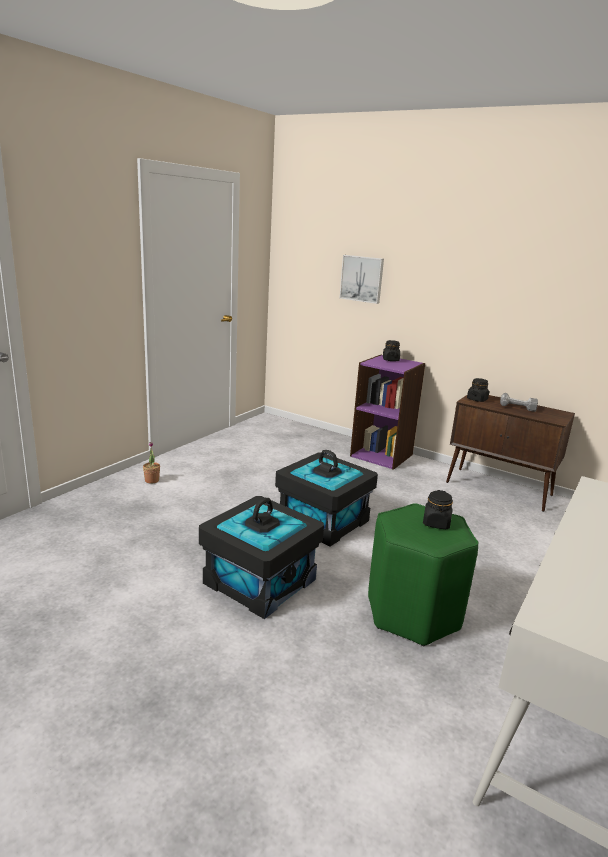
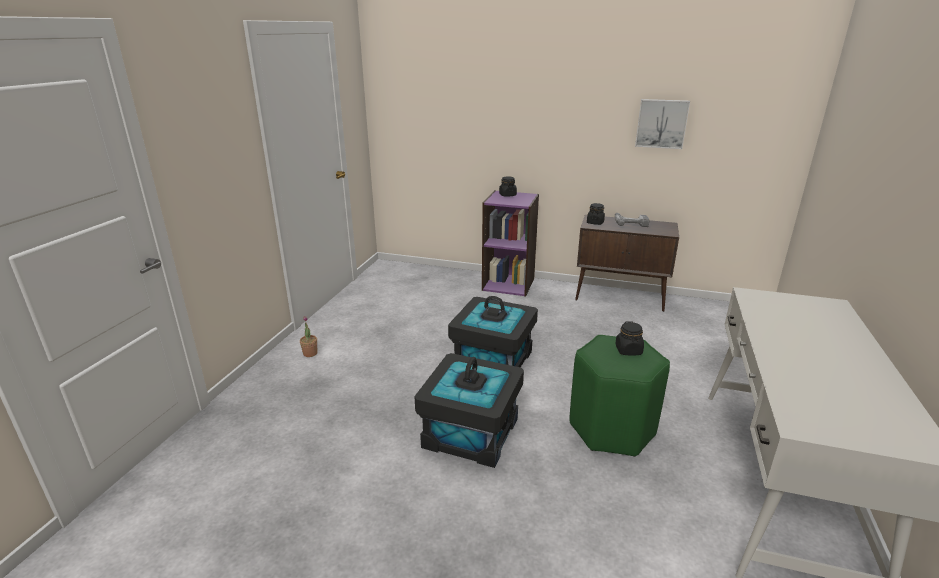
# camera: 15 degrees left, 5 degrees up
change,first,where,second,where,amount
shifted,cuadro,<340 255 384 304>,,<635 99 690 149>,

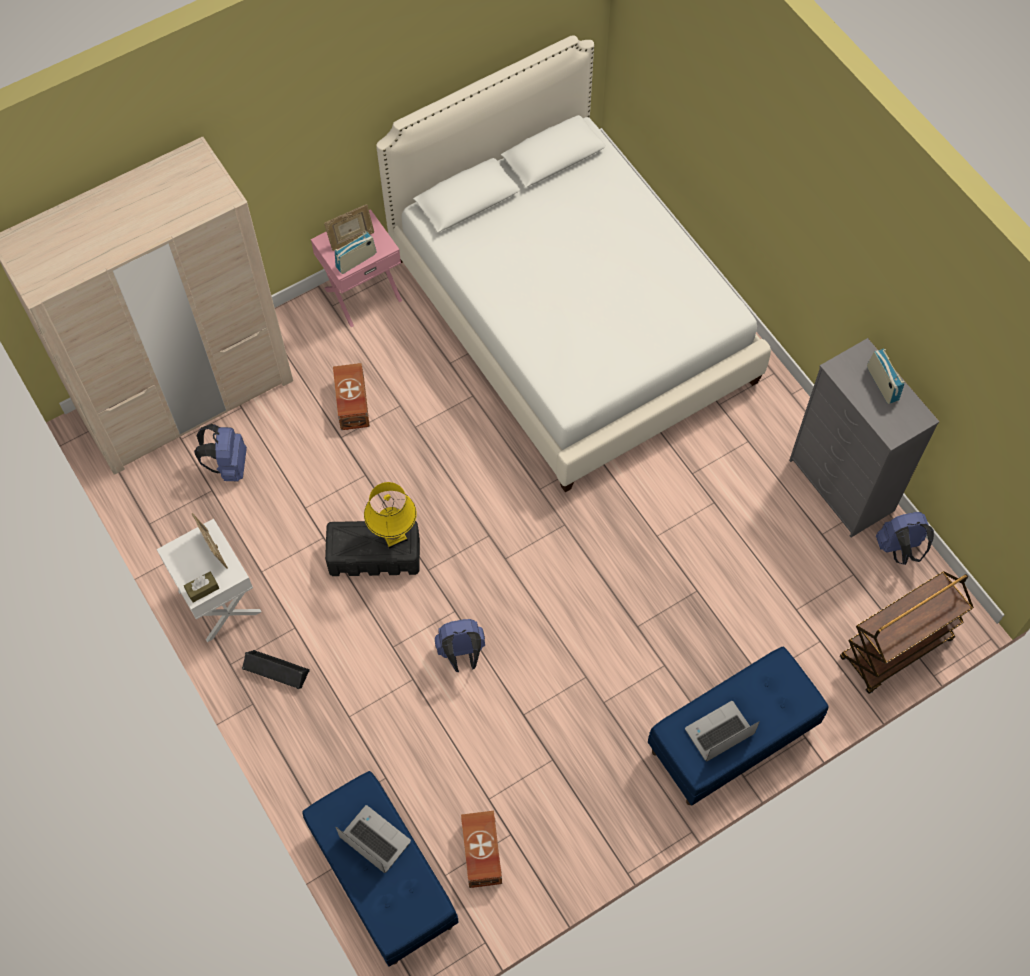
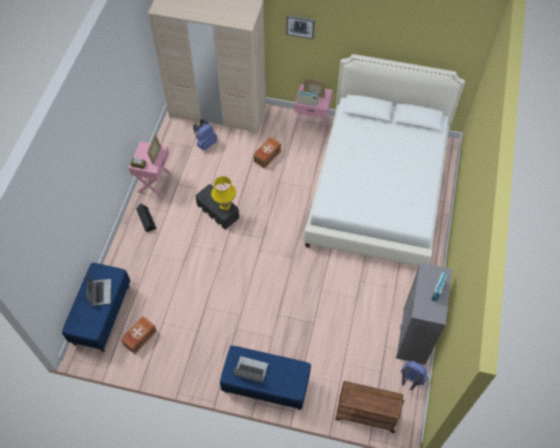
# camera: 45 degrees right, 5 degrees down
change,first,where,second,where,amount
repainted,mesita de noche (blanco),<157 519 262 642>,mesita de noche (rosa),<129 141 172 197>,
gone,mochila (azul),<435 619 485 672>,,,
new,,,cuadro,<286 15 315 39>,

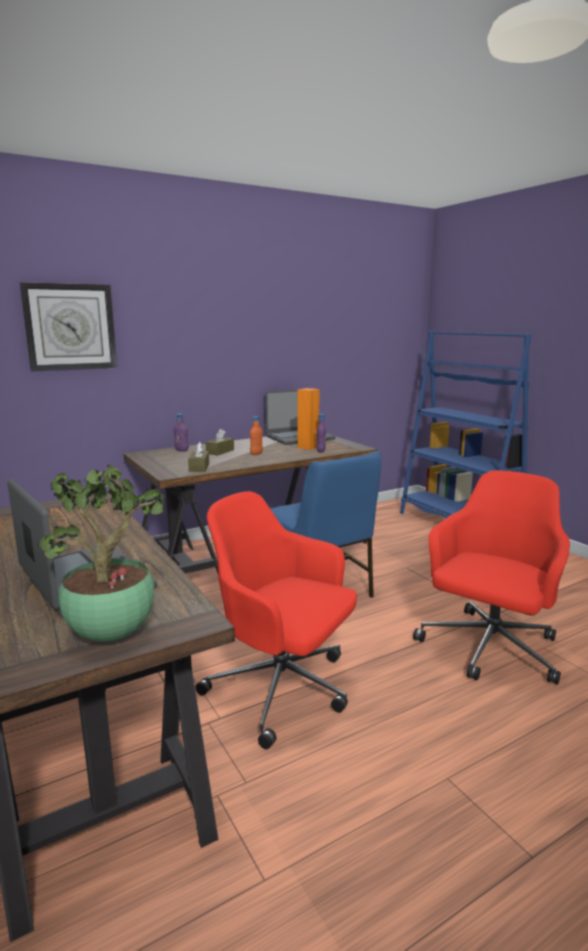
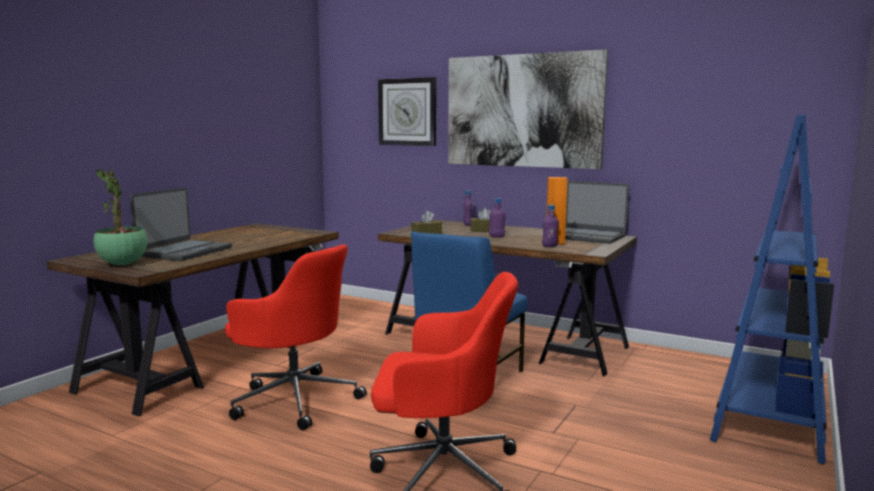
# camera: 60 degrees right, 5 degrees down
change,first,where,second,where,amount
rotated,silla de oficina (rojo),<195 491 357 749>,,<225 244 367 430>,120 degrees clockwise
repainted,botella (naranja),<250 416 263 455>,botella (morado),<489 198 505 238>,
new,,,cuadro,<448 50 608 169>,

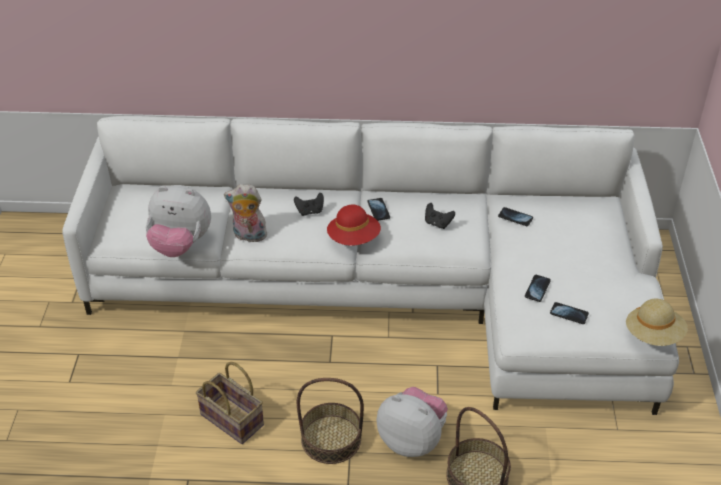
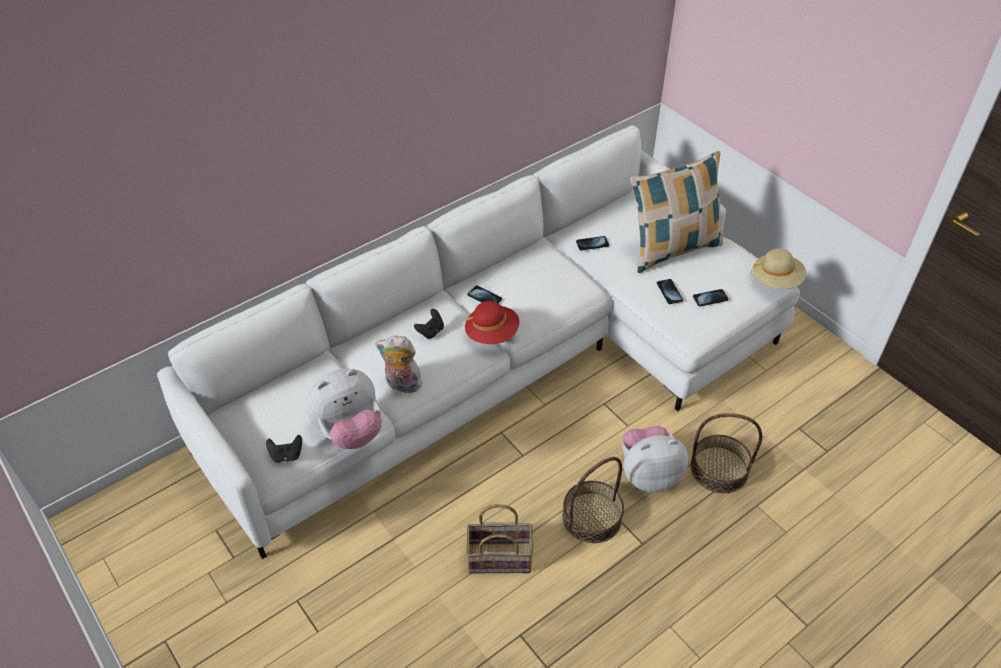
# camera: 40 degrees left, 5 degrees up
change,first,where,second,where,amount
rotated,peluche,<224 184 267 242>,,<375 336 422 393>,45 degrees clockwise
shifted,mando de consola (negro),<425 203 455 229>,,<266 435 302 463>,
new,,,cojín,<630 151 723 273>,

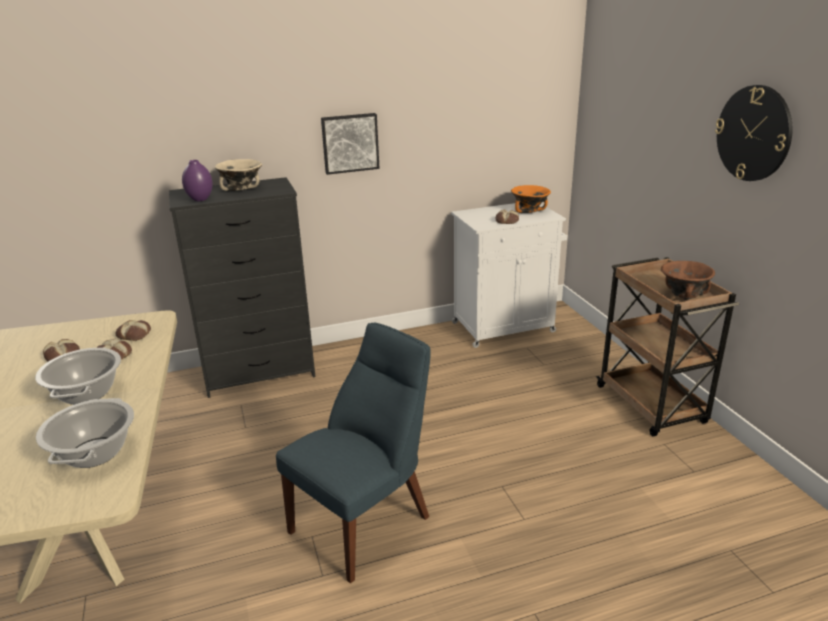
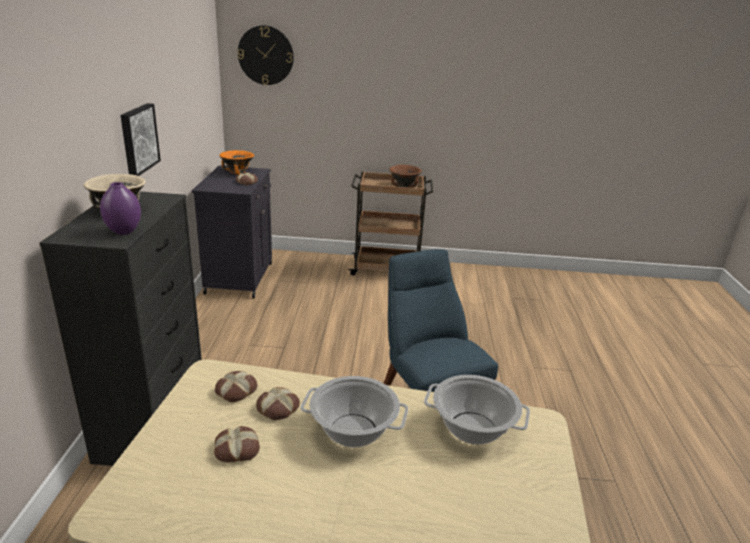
# camera: 70 degrees left, 0 degrees up
change,first,where,second,where,amount
repainted,armario (blanco),<451 203 567 348>,armario (negro),<192 165 272 298>,
shifted,reloj de pared,<715 85 793 181>,,<238 25 294 85>,

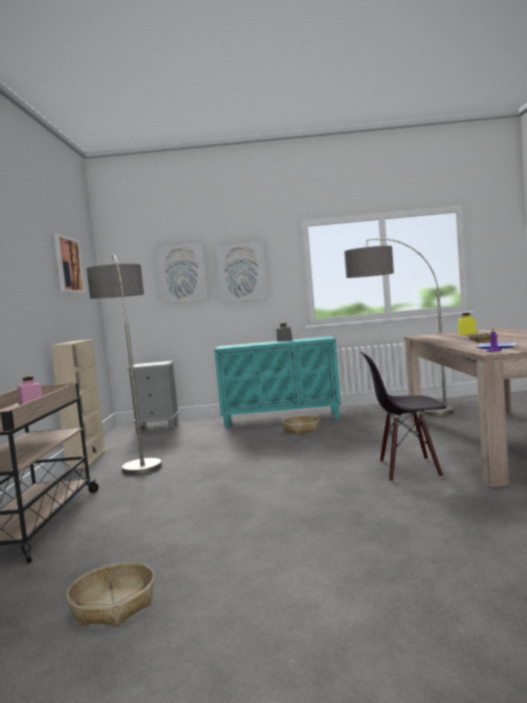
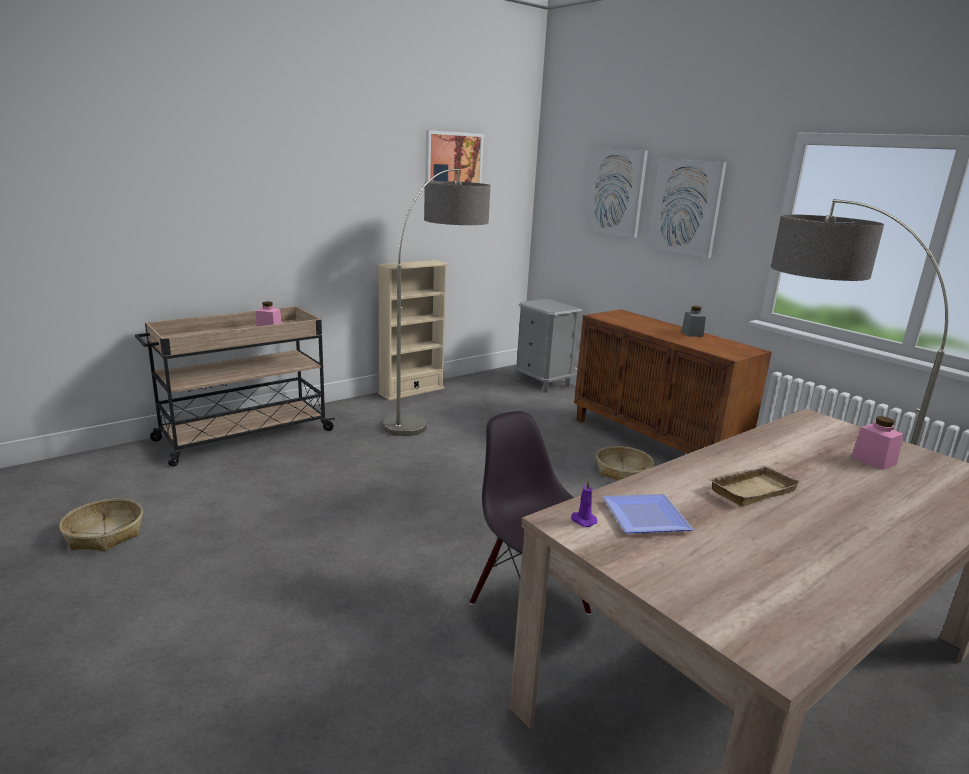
# camera: 50 degrees right, 15 degrees up
change,first,where,second,where,amount
repainted,armario (turquesa),<214 336 341 428>,armario (marrón),<574 309 772 454>,
repainted,tarro (amarillo),<458 313 477 335>,tarro (rosa),<851 416 904 470>,

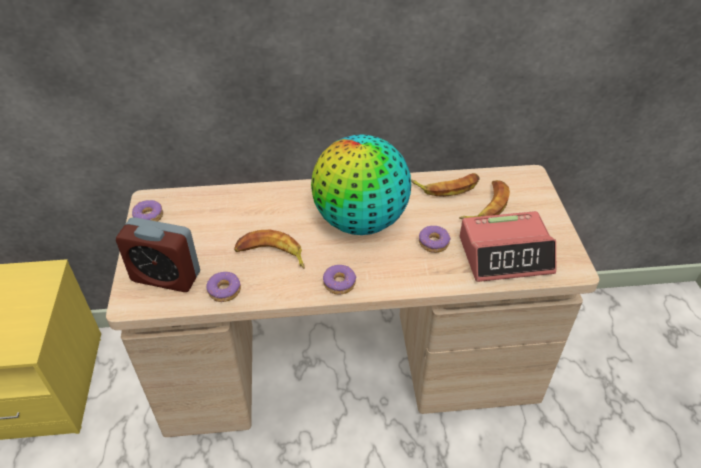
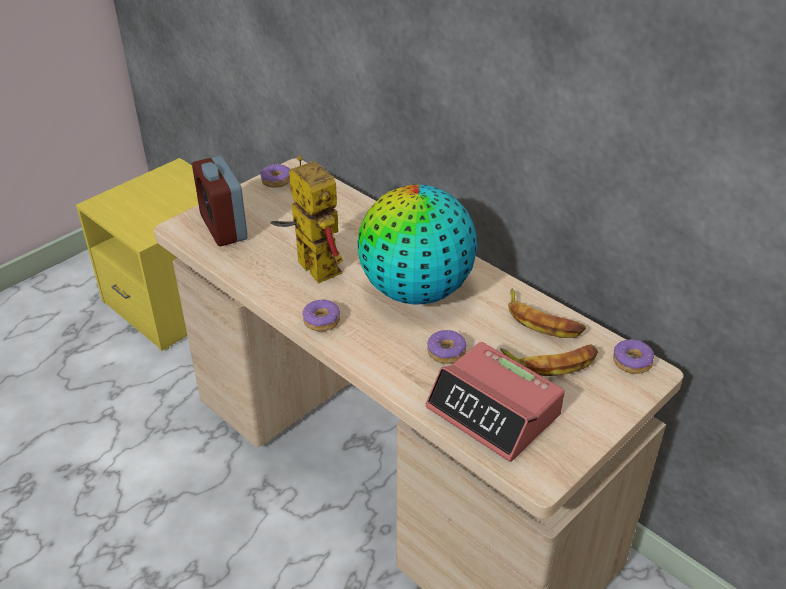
# camera: 50 degrees right, 5 degrees down
change,first,where,second,where,amount
shifted,rosquilla,<206 272 241 302>,,<613 339 655 374>,
swapped,plátano,<234 230 305 269>,robot de juguete,<271 155 343 283>,

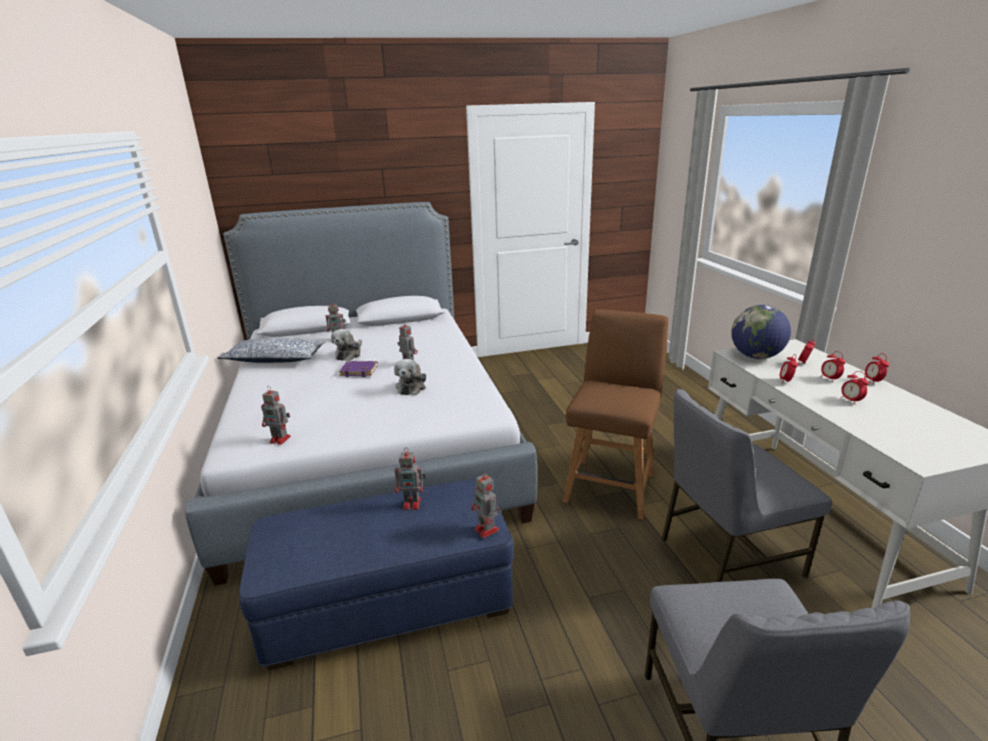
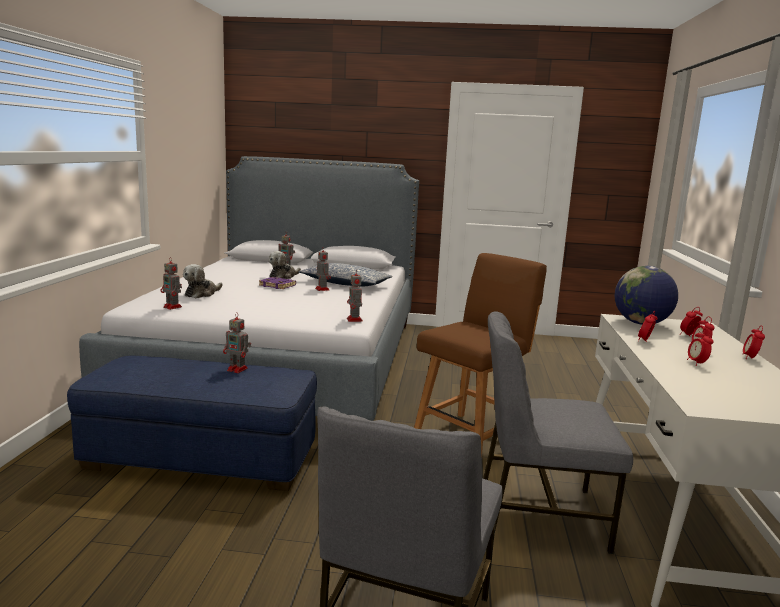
# camera: 20 degrees right, 10 degrees down
change,first,where,second,where,amount
shifted,cojín,<217 338 326 363>,,<298 263 393 286>,
shifted,peluche,<394 359 426 395>,,<183 264 223 298>,
shifted,robot de juguete,<471 471 499 538>,,<347 269 363 322>,

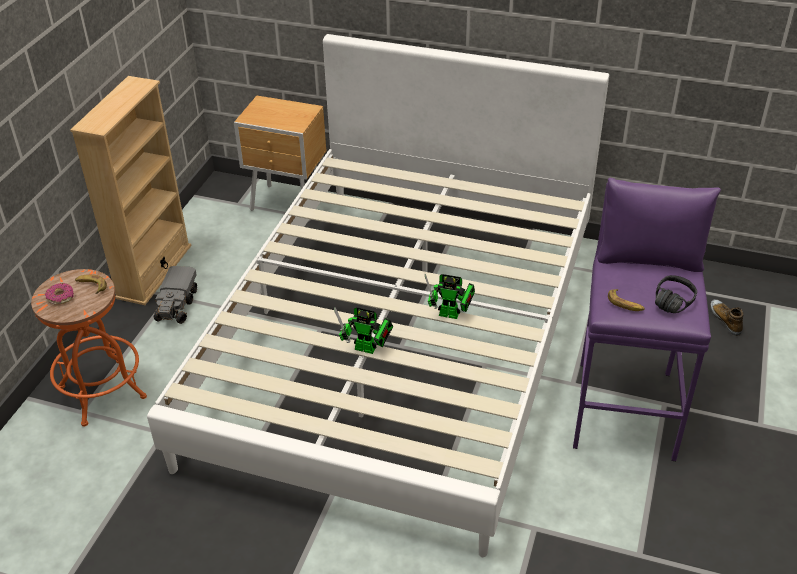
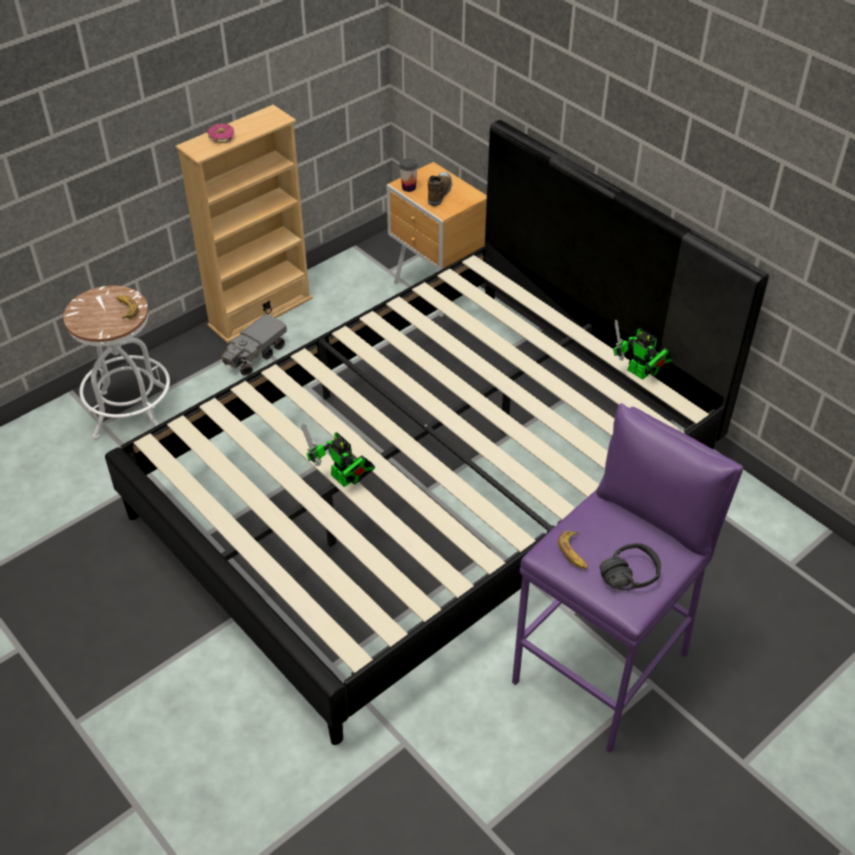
# camera: 30 degrees right, 5 degrees up
change,first,where,second,where,amount
repainted,taburete (naranja),<31 269 147 427>,taburete (blanco),<63 286 170 440>,
shifted,rosquilla,<45 283 74 305>,,<207 123 234 143>,
repainted,cama (blanco),<147 34 609 557>,cama (negro),<105 120 769 745>,
shifted,robot de juguete,<425 274 475 319>,,<613 319 673 380>,
shifted,zapato,<710 299 744 336>,,<428 172 452 206>,
new,,,taza,<399 158 418 192>,

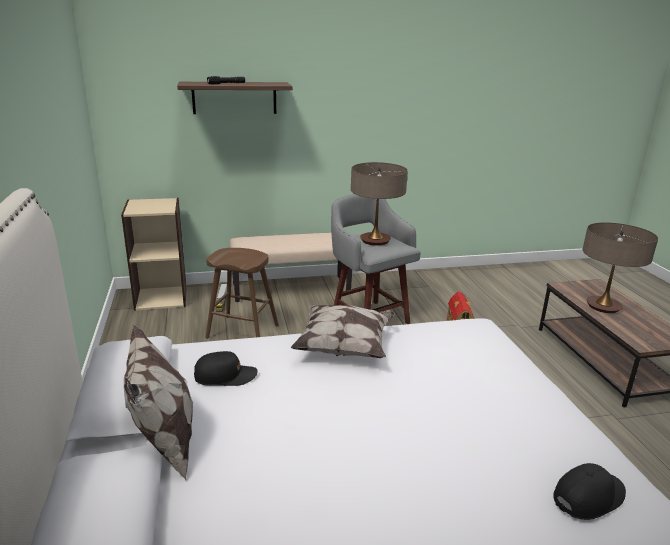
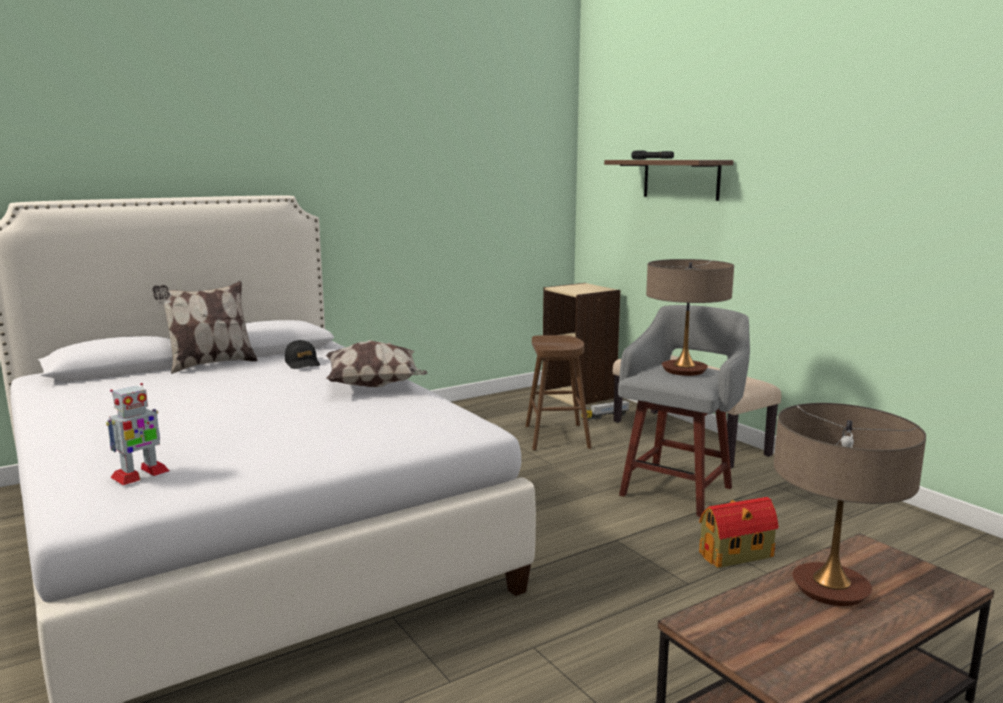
# camera: 70 degrees right, 10 degrees down
change,first,where,second,where,amount
swapped,gorra (negro),<553 463 626 520>,robot de juguete,<106 383 169 485>,

